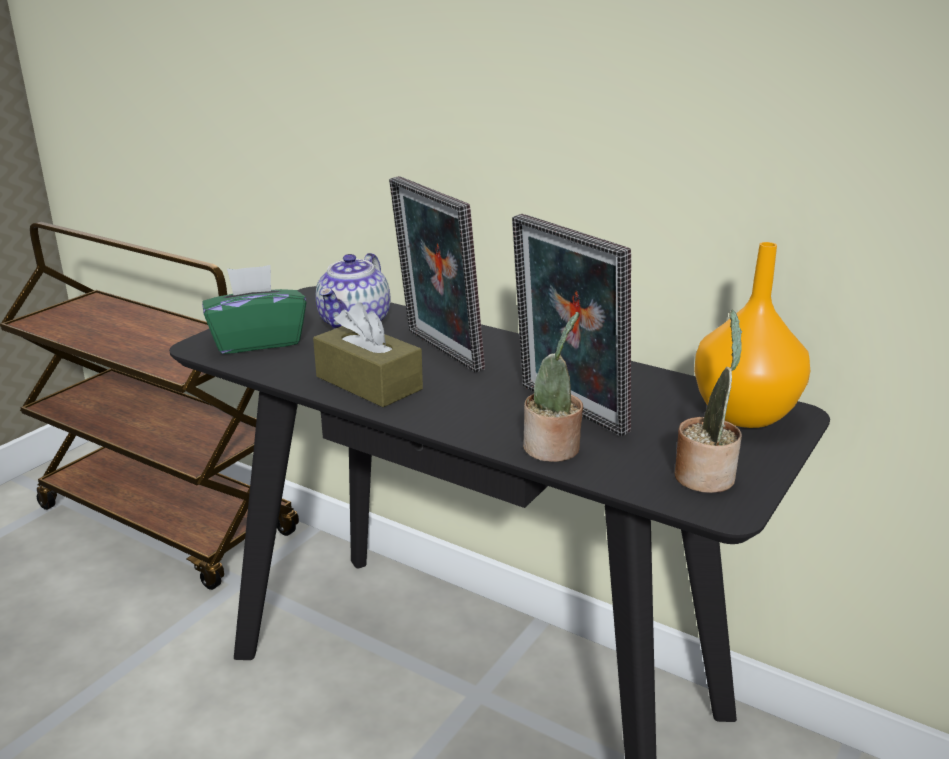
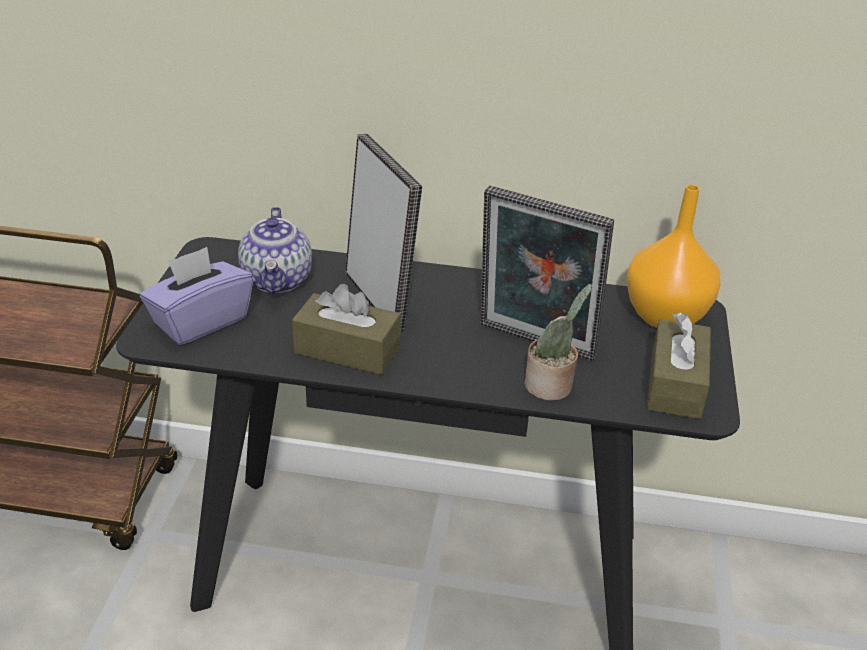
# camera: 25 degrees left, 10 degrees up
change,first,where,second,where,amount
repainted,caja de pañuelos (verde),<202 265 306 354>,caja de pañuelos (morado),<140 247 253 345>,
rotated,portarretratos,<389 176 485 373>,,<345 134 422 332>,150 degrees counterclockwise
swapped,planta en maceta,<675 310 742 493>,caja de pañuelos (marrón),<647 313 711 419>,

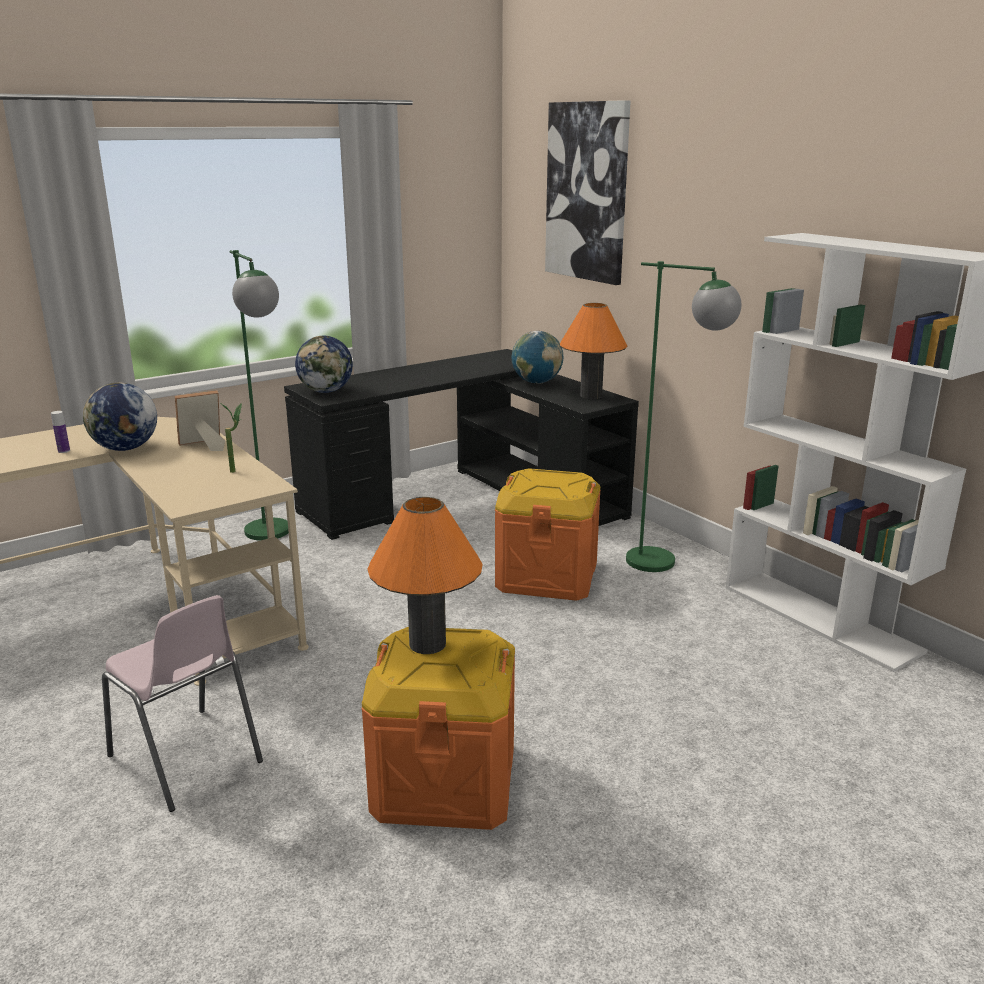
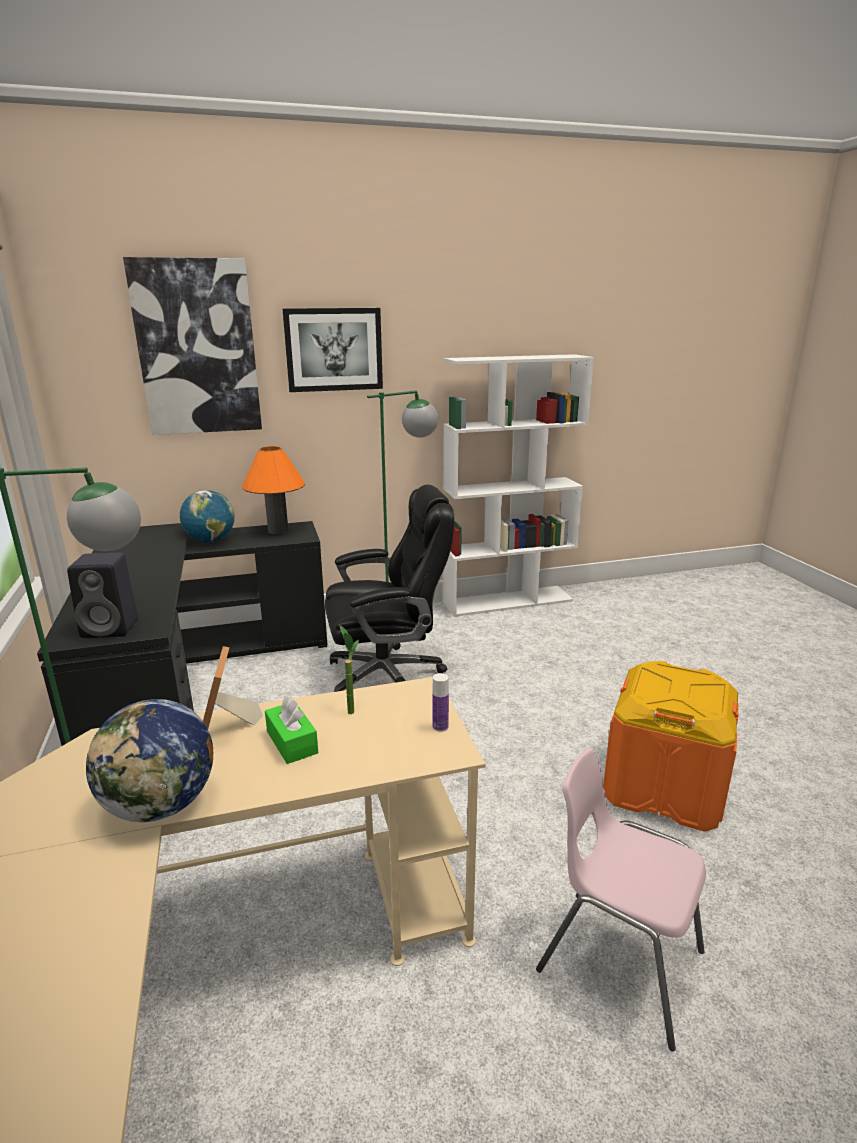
# camera: 70 degrees left, 0 degrees up
change,first,where,second,where,amount
shifted,botella,<51 411 70 453>,,<432 673 449 732>,
rotated,silla (rosa),<102 595 263 812>,,<536 748 706 1051>,120 degrees counterclockwise
swapped,globo terráqueo,<295 336 353 393>,altavoz (negro),<67 553 138 638>,
gone,lámpara de mesa (naranja),<367 497 483 654>,,,
swapped,caja de almacenaje (naranja),<495 468 601 601>,silla de oficina (negro),<325 485 454 692>,
new,,,caja de pañuelos (verde),<265 696 318 764>,
new,,,cuadro,<283 308 383 392>,

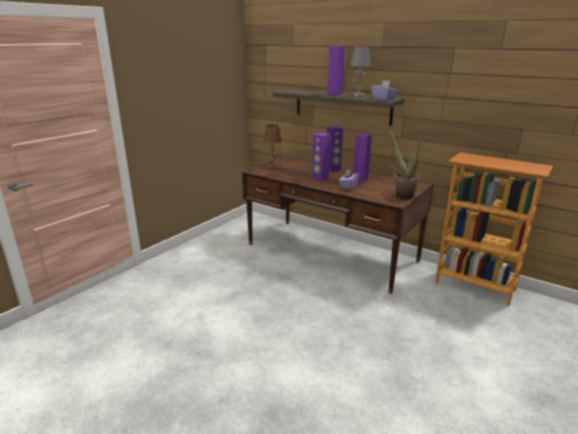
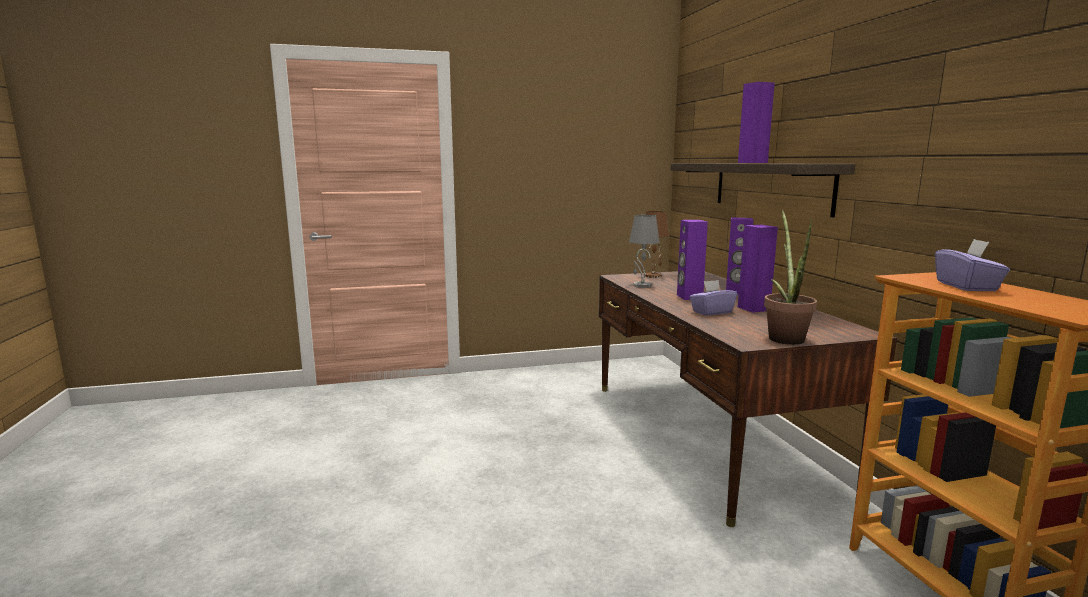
# camera: 40 degrees right, 10 degrees down
change,first,where,second,where,amount
shifted,lámpara de mesa (gris),<351 47 371 97>,,<629 215 659 288>,
shifted,caja de pañuelos (morado),<371 80 397 100>,,<935 239 1010 291>,

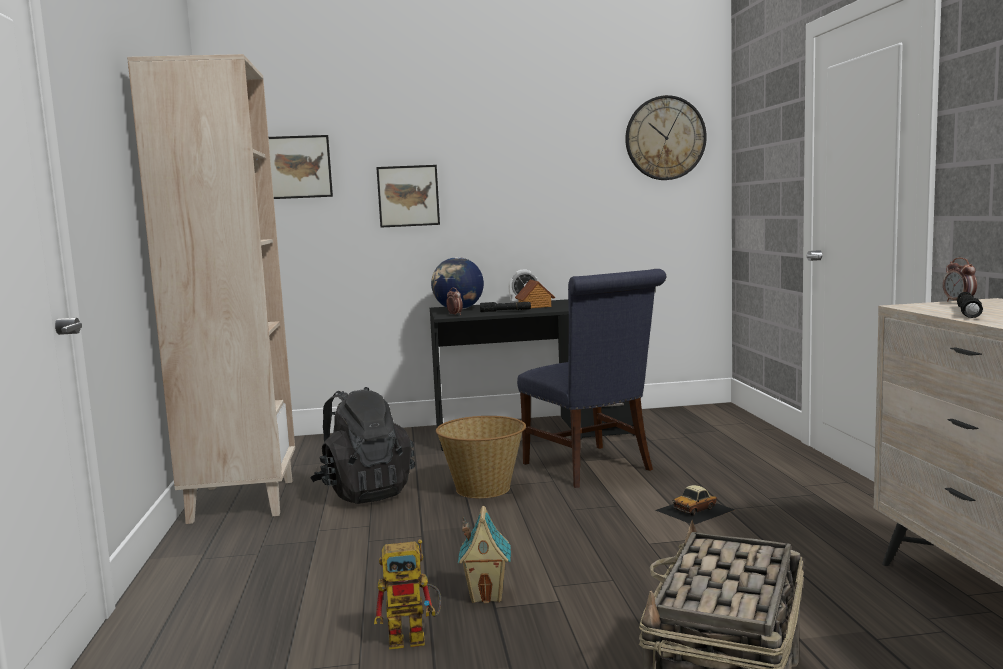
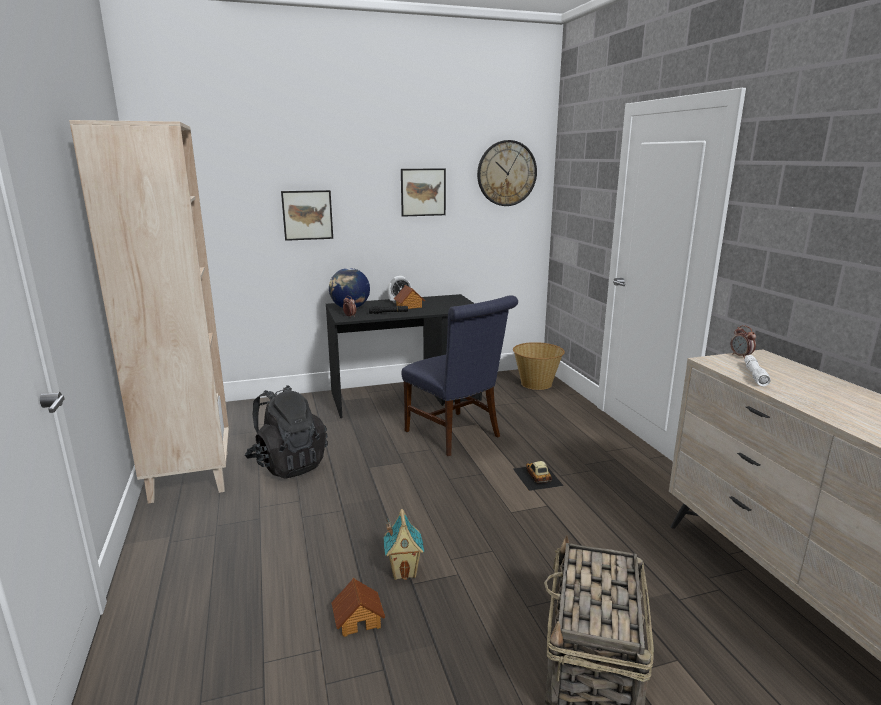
# camera: 10 degrees left, 10 degrees up
change,first,where,second,where,amount
shifted,cuadro,<269 135 333 199>,,<401 168 446 217>,
swapped,robot de juguete,<374 539 441 650>,casita,<331 578 385 637>,
shifted,cesta,<436 416 526 498>,,<513 342 565 390>,
rotated,coche de juguete,<655 485 735 525>,,<513 461 564 491>,120 degrees clockwise
repainted,linterna (negro),<957 292 983 318>,linterna (blanco),<744 355 771 386>,

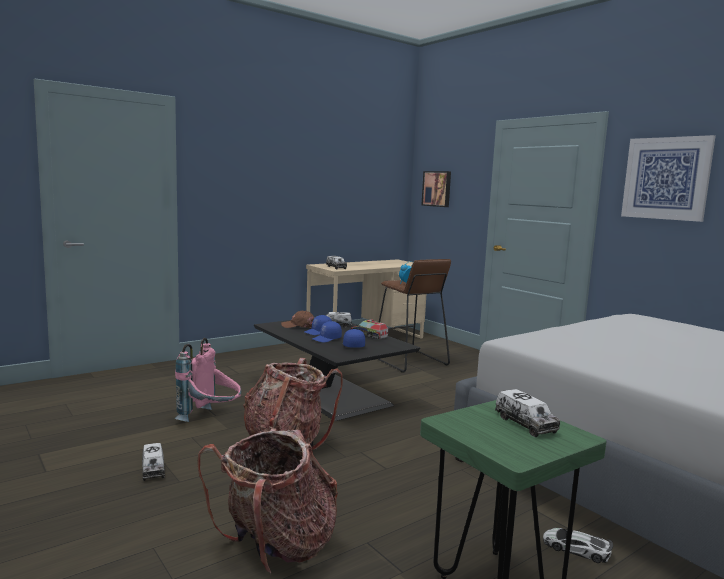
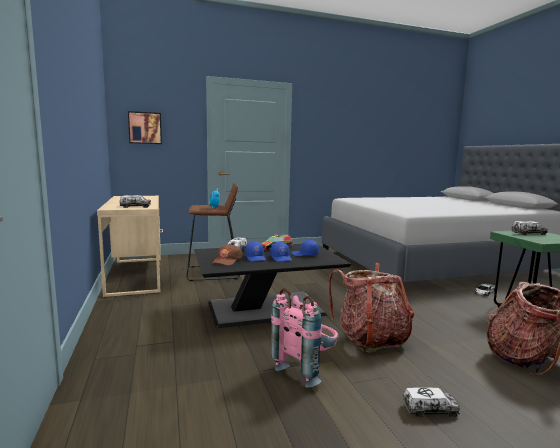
# camera: 70 degrees left, 0 degrees up
change,first,where,second,where,amount
gone,cuadro,<621 135 716 222>,,,

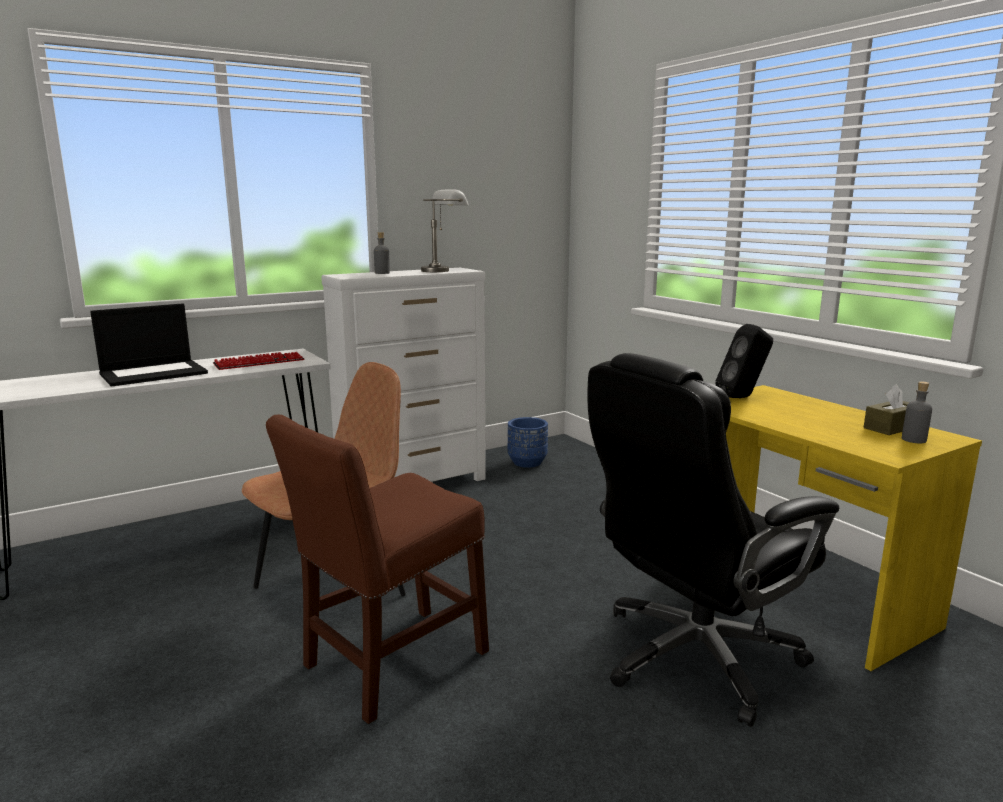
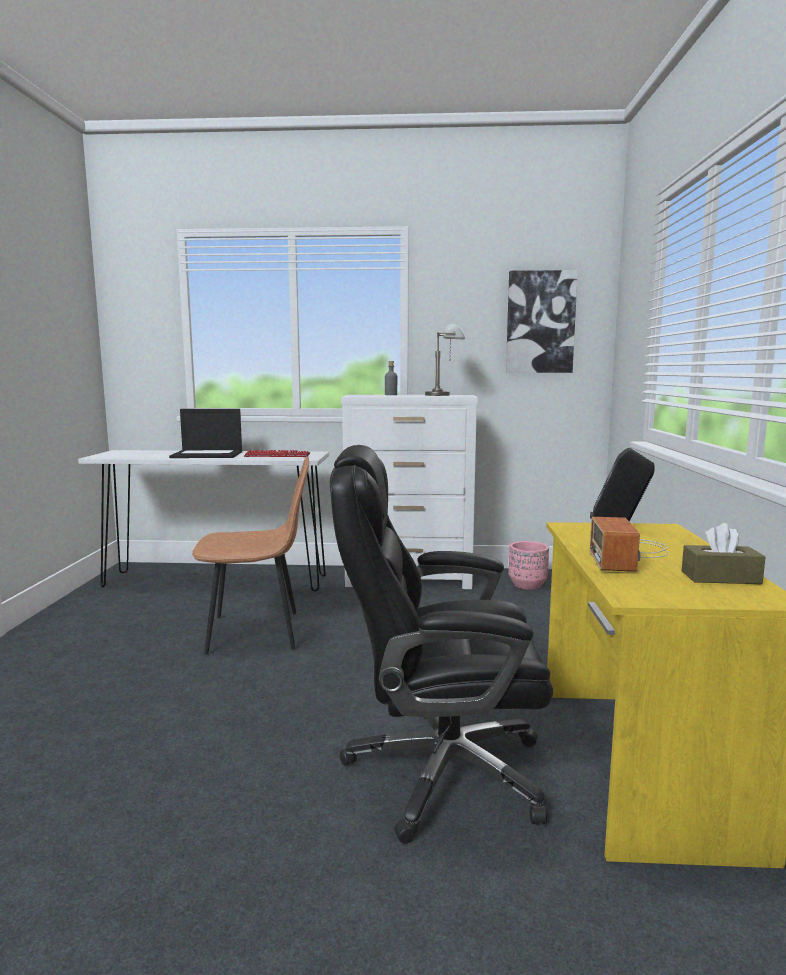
# camera: 35 degrees right, 5 degrees down
change,first,where,second,where,amount
gone,silla (marrón),<266 415 489 724>,,,
repainted,maceta (azul),<507 417 548 468>,maceta (rosa),<508 541 549 589>,
gone,botella (gris),<902 381 932 443>,,,
new,,,cuadro,<506 270 578 373>,
new,,,radio,<590 517 668 572>,

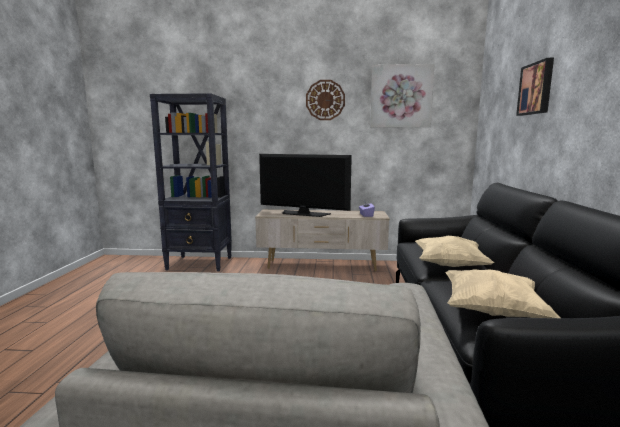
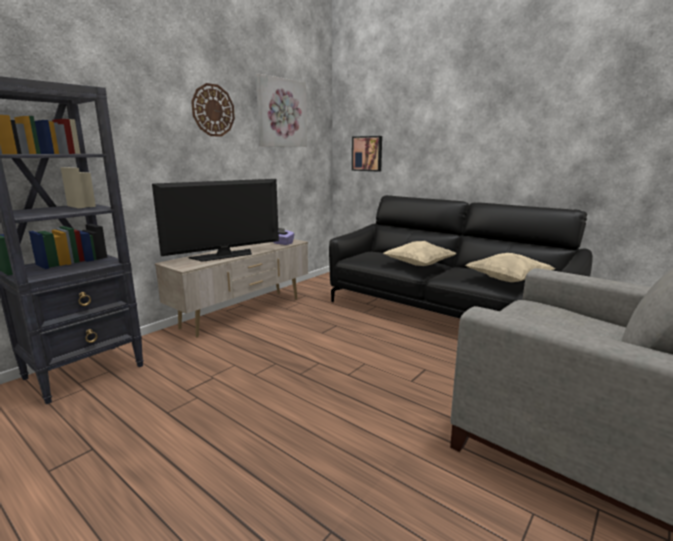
# camera: 55 degrees left, 5 degrees up
change,first,where,second,where,amount
shifted,cuadro,<516 58 554 116>,,<352 136 382 172>,

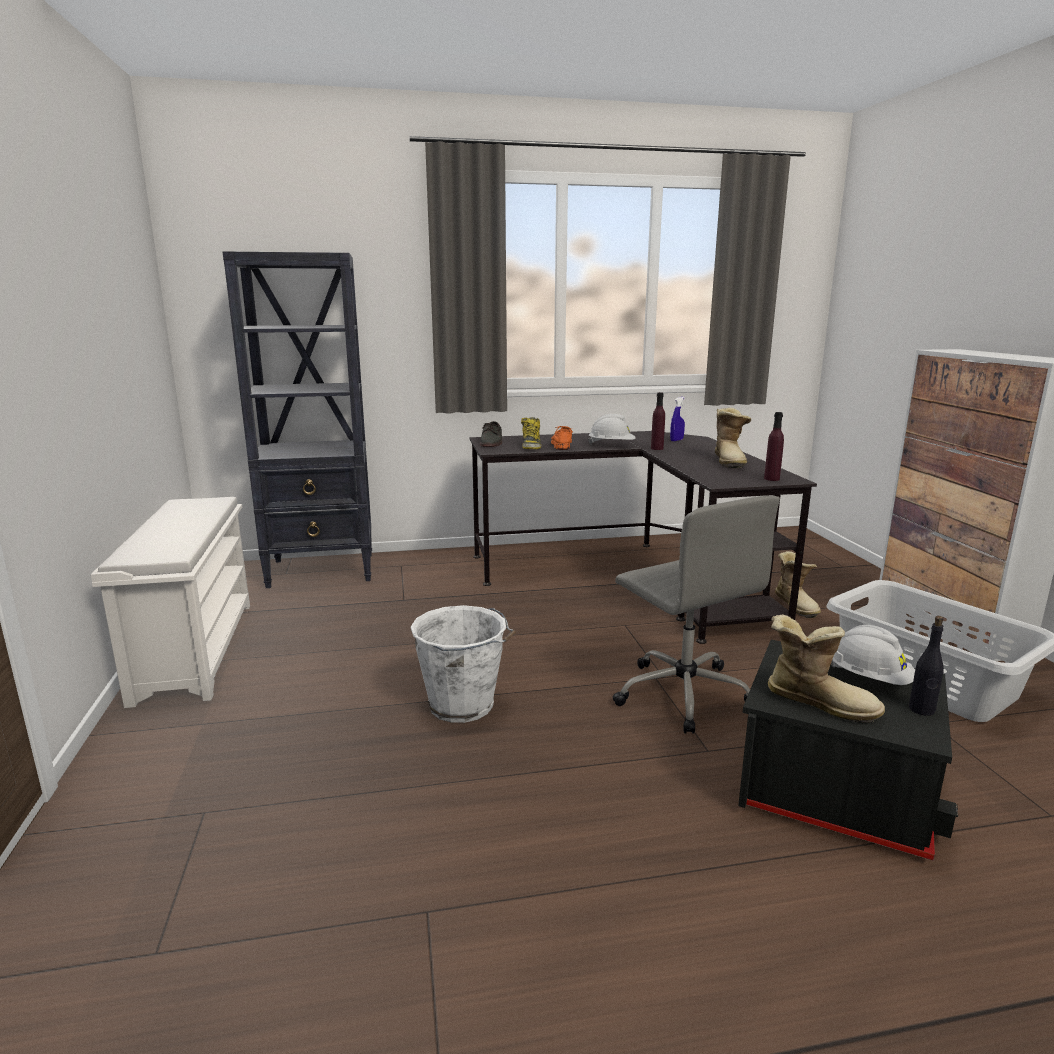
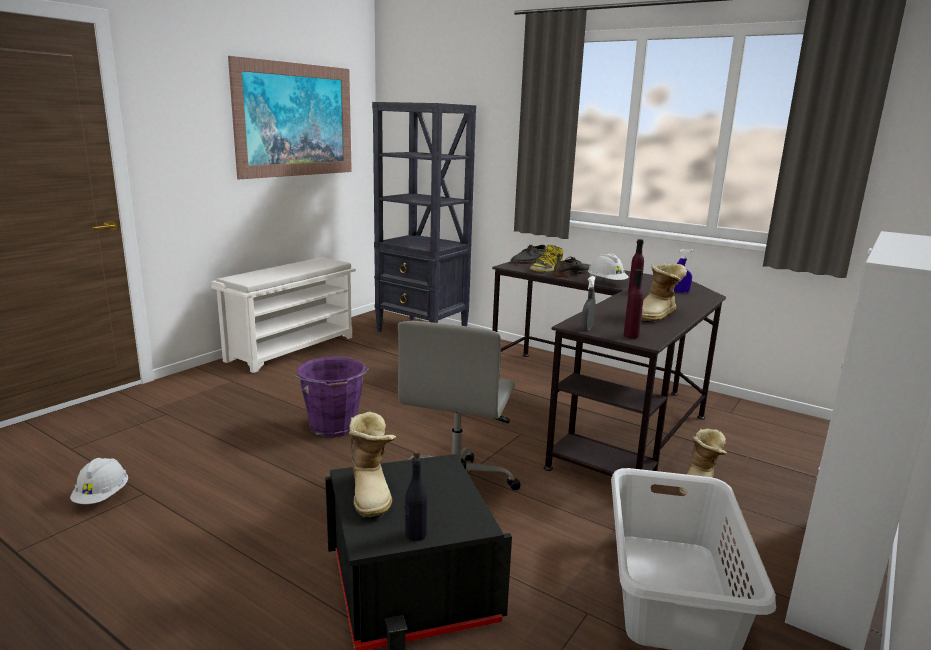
# camera: 45 degrees right, 0 degrees up
change,first,where,second,where,amount
repainted,cubo (blanco),<410 605 516 723>,cubo (morado),<295 357 369 437>,
repainted,zapato (naranja),<551 426 573 450>,zapato (gris),<553 257 589 277>,
shifted,casco (blanco),<831 625 915 685>,,<70 458 128 504>,
new,,,cuadro,<228 56 352 179>,
new,,,pulverizador (gris),<581 276 596 331>,

